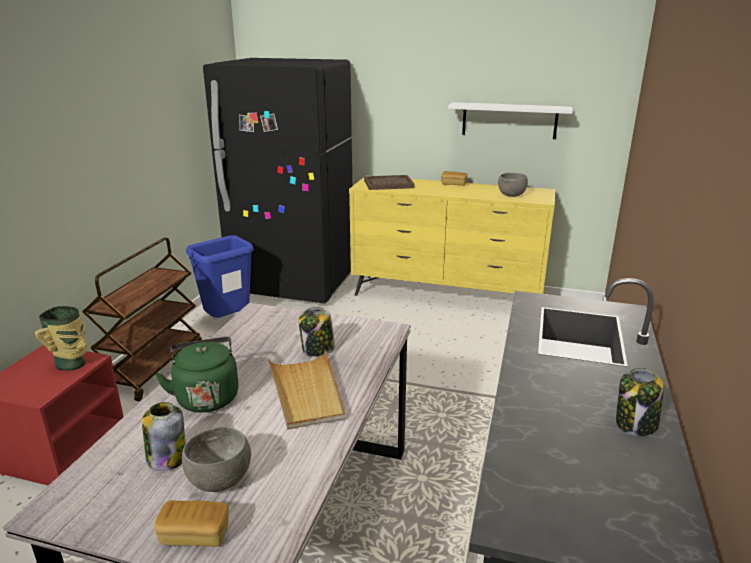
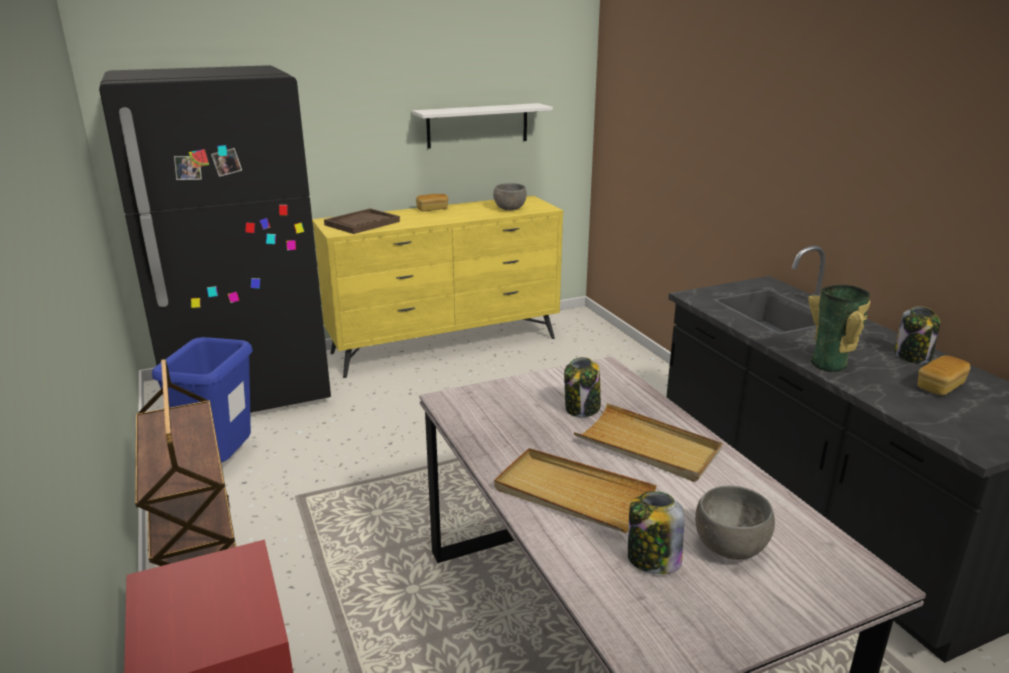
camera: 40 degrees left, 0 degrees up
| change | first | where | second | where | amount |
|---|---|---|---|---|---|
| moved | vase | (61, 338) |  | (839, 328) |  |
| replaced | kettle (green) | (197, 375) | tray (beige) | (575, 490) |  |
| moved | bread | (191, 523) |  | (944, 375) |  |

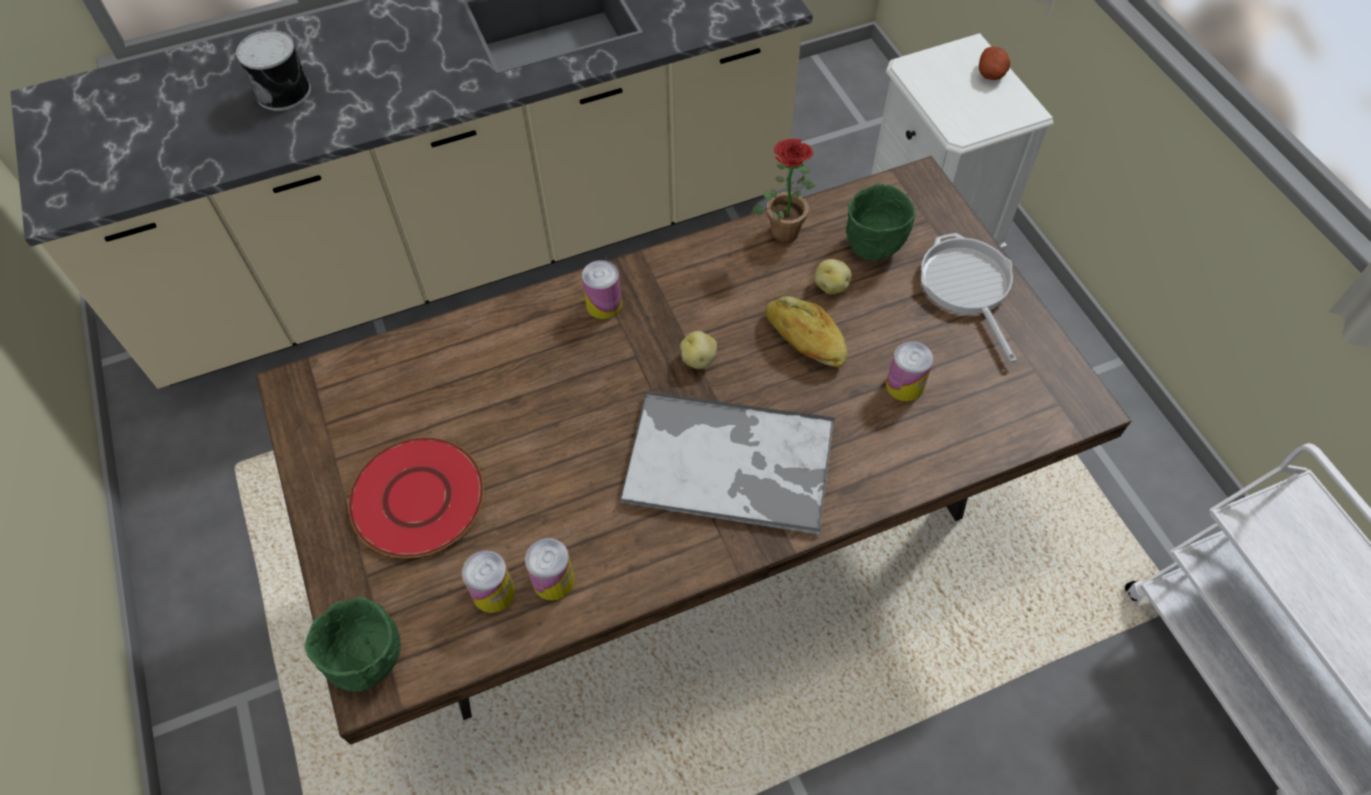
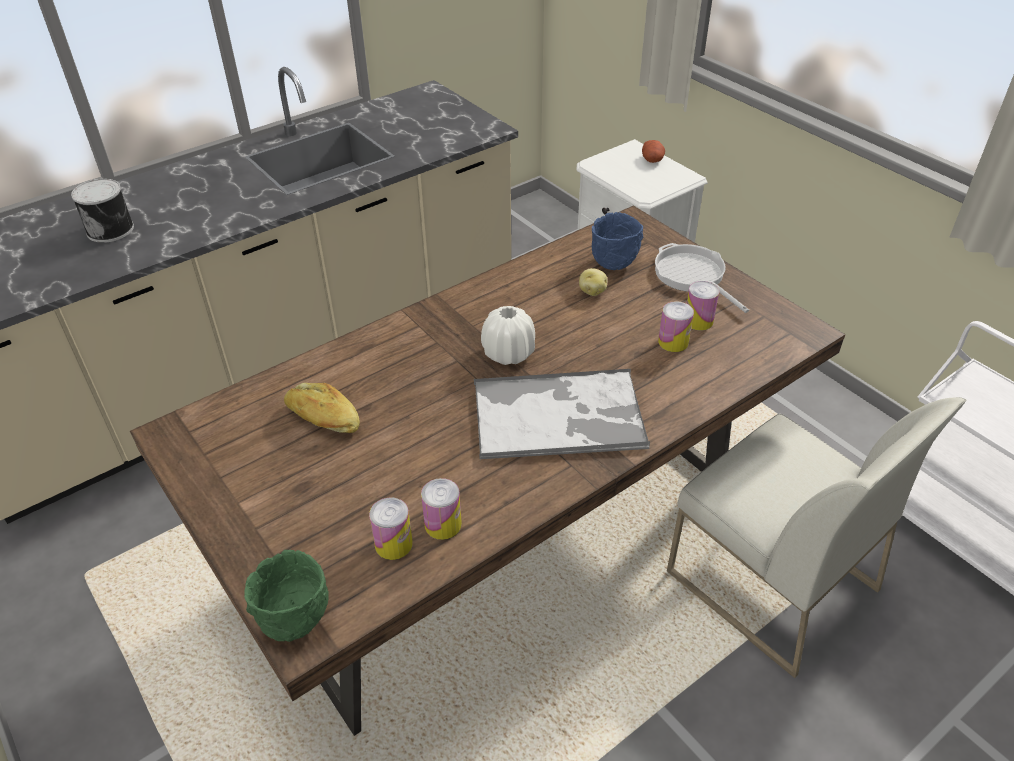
camera: 15 degrees left, 15 degrees down
| change | first | where | second | where | amount |
|---|---|---|---|---|---|
| removed | potted plant | (783, 190) |  |  |  |
| recoloured | bowl (green) | (881, 222) | bowl (blue) | (617, 241) |  |
| moved | can | (602, 289) |  | (703, 305) |  |
| moved | bread | (806, 331) |  | (322, 408) |  |
| replaced | potato | (698, 350) | vase (white) | (508, 335) |  |
| removed | plate (red) | (416, 497) |  |  |  |
| added |  |  | chair (white) | (817, 537) |  |

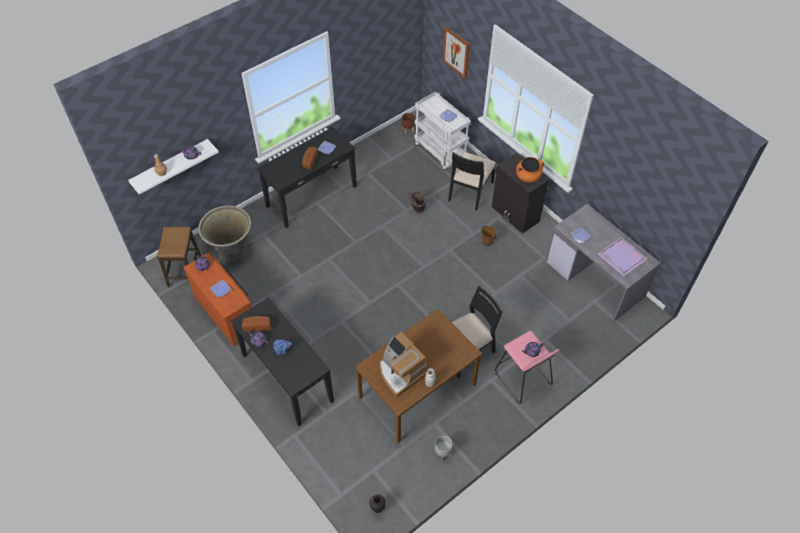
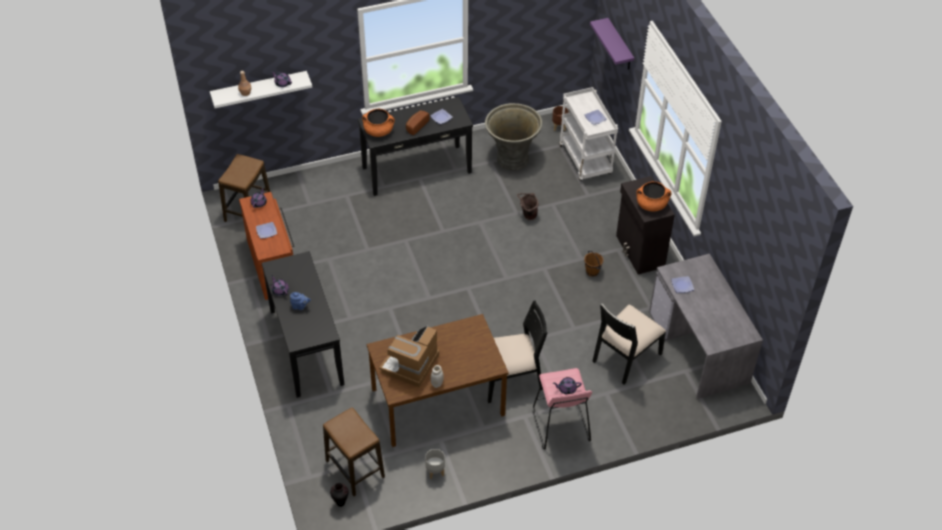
camera: 20 degrees right, 5 degrees down
| change | first | where | second | where | amount |
|---|---|---|---|---|---|
| replaced | picture | (456, 52) | shelf (purple) | (612, 44) |  |
| moved | chair (black) | (472, 181) |  | (629, 344) |  |
| moved | planter (grey) | (224, 235) |  | (513, 136) |  |
| removed | tray (purple) | (622, 256) |  |  |  |
| removed | bread | (256, 324) |  |  |  |
| turned | coffee machine | (402, 364) |  | (409, 356) | 45 degrees clockwise |
| added |  |  | cooking pot (orange) | (378, 123) |  |
| added |  |  | stool | (354, 451) |  |

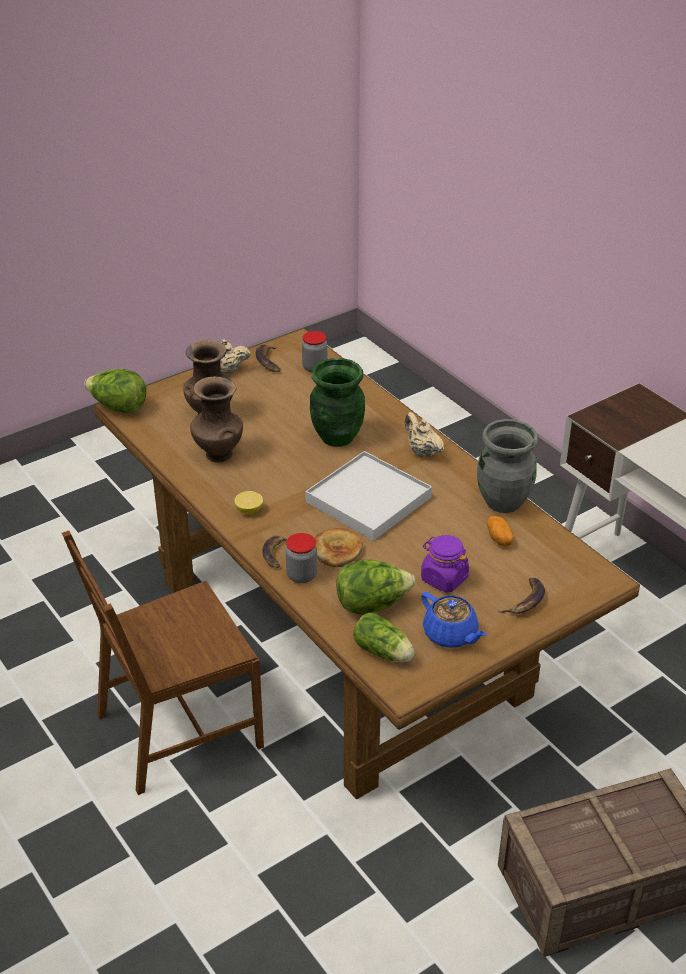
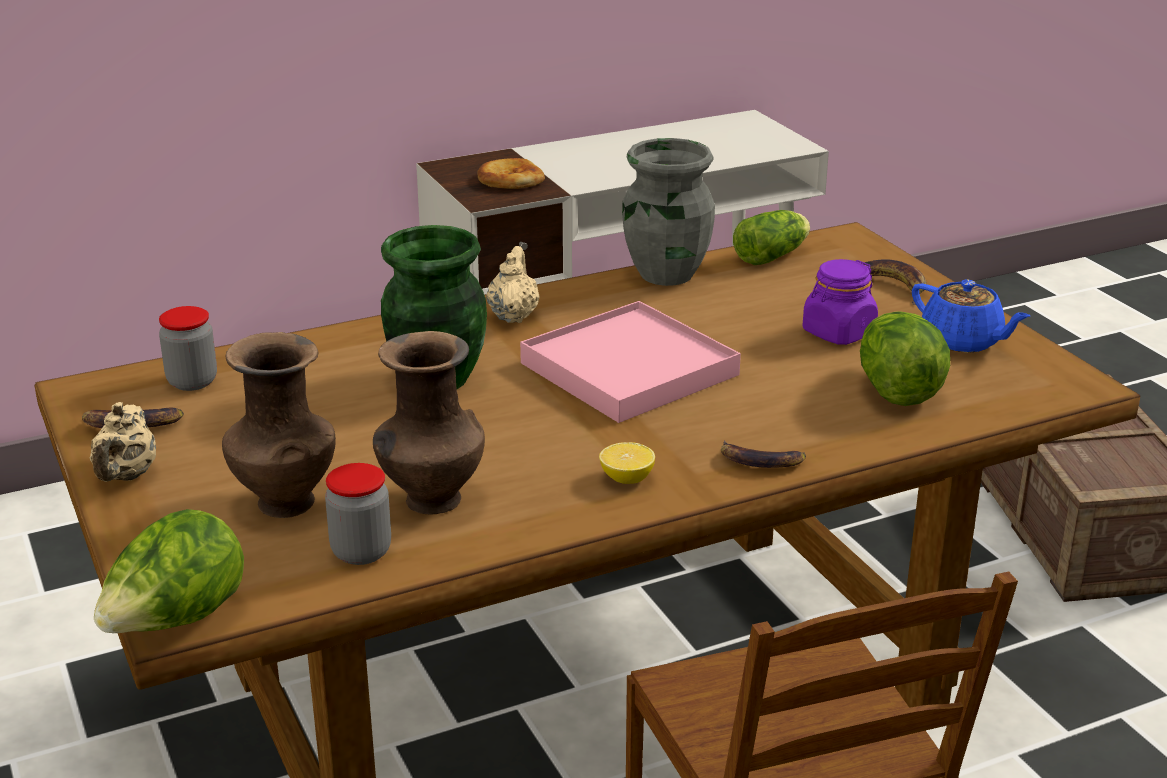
camera: 80 degrees left, 10 degrees down
| change | first | where | second | where | amount |
|---|---|---|---|---|---|
| turned | teapot (beige) | (424, 434) |  | (513, 284) | 120 degrees clockwise |
| recoloured | tray (white) | (368, 496) | tray (pink) | (630, 362) |  |
| removed | potato | (500, 531) |  |  |  |
| moved | bread | (339, 547) |  | (511, 173) |  |
| moved | jar | (301, 558) |  | (358, 514) |  |
| turned | teapot (blue) | (453, 620) |  | (971, 316) | 75 degrees clockwise |
| moved | lettuce | (384, 638) |  | (771, 237) |  |

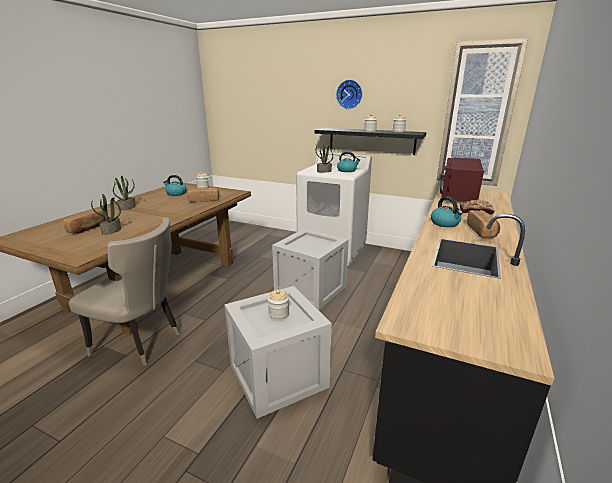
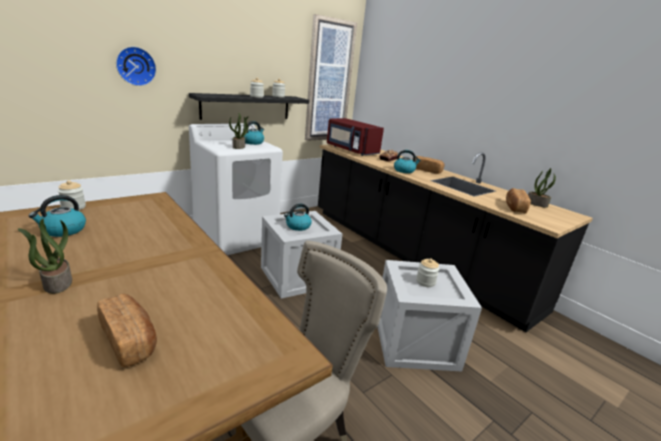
camera: 65 degrees left, 0 degrees up
| change | first | where | second | where | amount |
|---|---|---|---|---|---|
| moved | wall clock | (349, 94) |  | (136, 66) |  |
| moved | bread | (203, 195) |  | (518, 201) |  |
| moved | potted plant | (106, 214) |  | (542, 188) |  |
| added |  |  | kettle | (298, 217) |  |

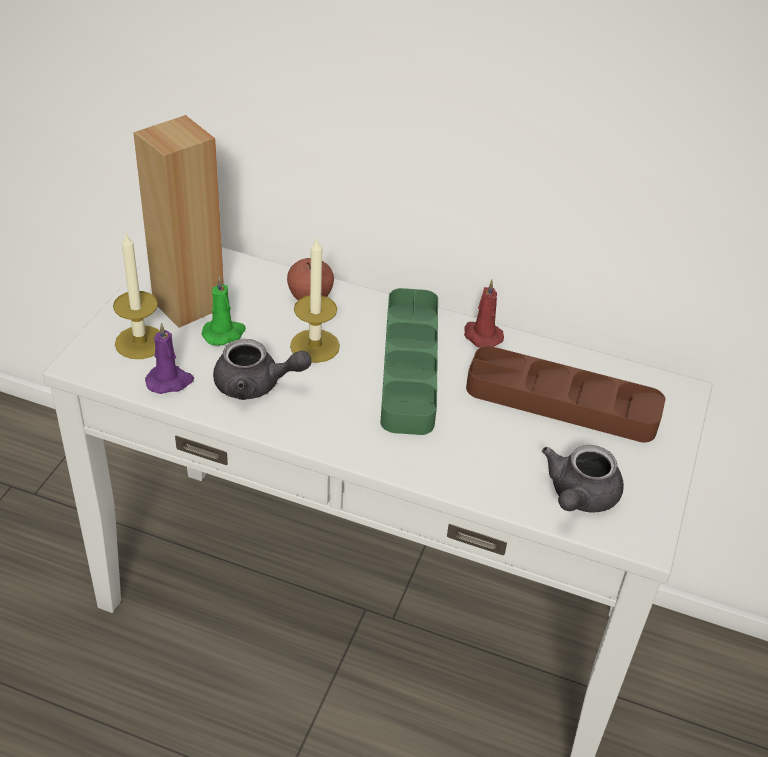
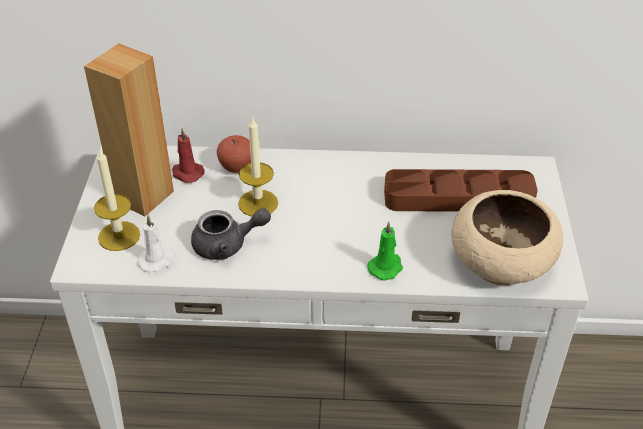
camera: 15 degrees left, 0 degrees up
| change | first | where | second | where | amount |
|---|---|---|---|---|---|
| moved | candle (green) | (223, 311) |  | (385, 251) |  |
| moved | candle (red) | (484, 314) |  | (188, 155) |  |
| removed | tray (green) | (409, 361) |  |  |  |
| recoloured | candle (purple) | (169, 358) | candle (white) | (157, 243) |  |
| replaced | teapot (grey) | (583, 479) | bowl (beige) | (507, 238) |  |

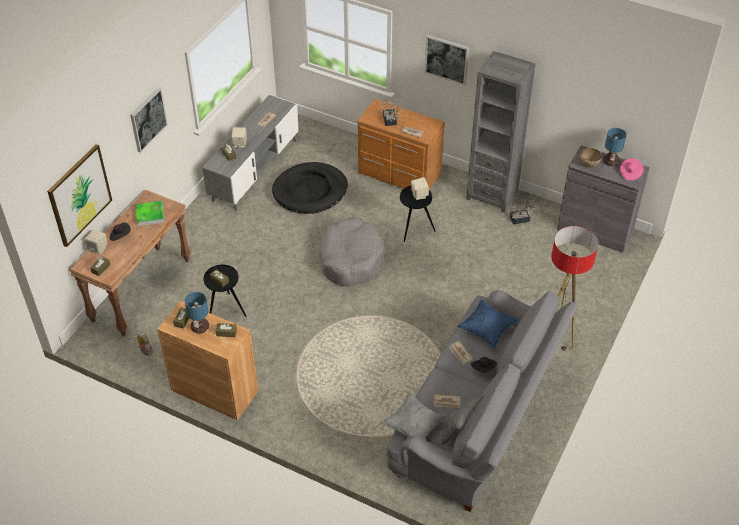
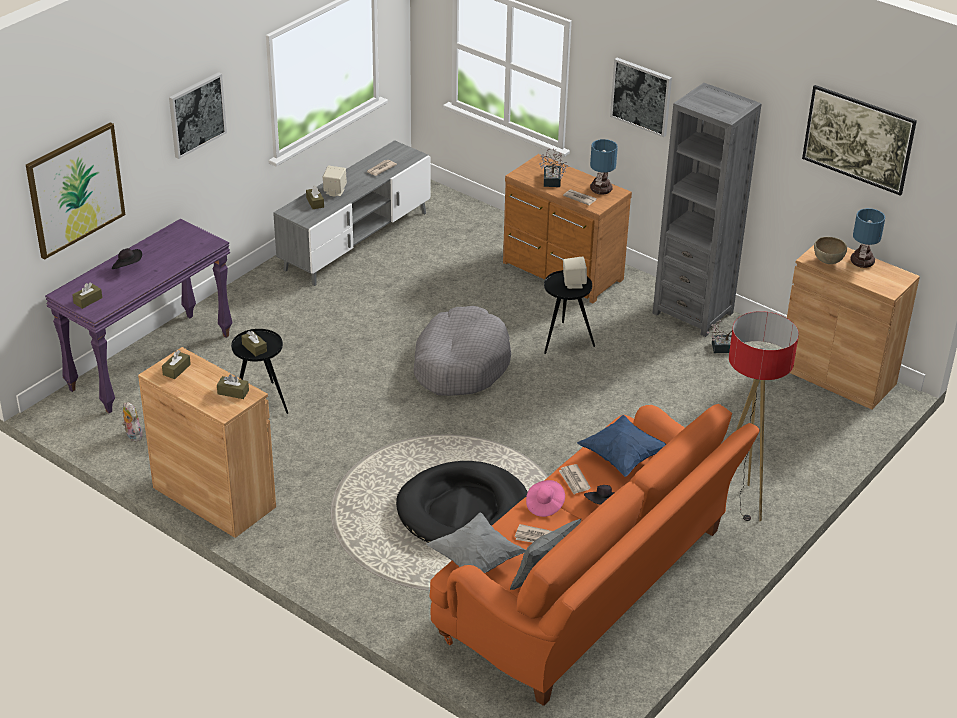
camera: 10 degrees right, 10 degrees down
| change | first | where | second | where | amount |
|---|---|---|---|---|---|
| recoloured | cabinet (grey) | (603, 199) | cabinet (brown) | (851, 327) |  |
| moved | hat (pink) | (632, 169) |  | (545, 498) |  |
| moved | dog bed (black) | (310, 188) |  | (462, 502) |  |
| recoloured | console table (brown) | (130, 263) | console table (purple) | (139, 316) |  |
| removed | tray | (150, 213) |  |  |  |
| removed | speaker (beige) | (96, 242) |  |  |  |
| recoloured | sofa (grey) | (482, 401) | sofa (orange) | (594, 555) |  |
| moved | table lamp | (197, 312) |  | (604, 167) |  |
| added |  |  | picture | (859, 140) |  |

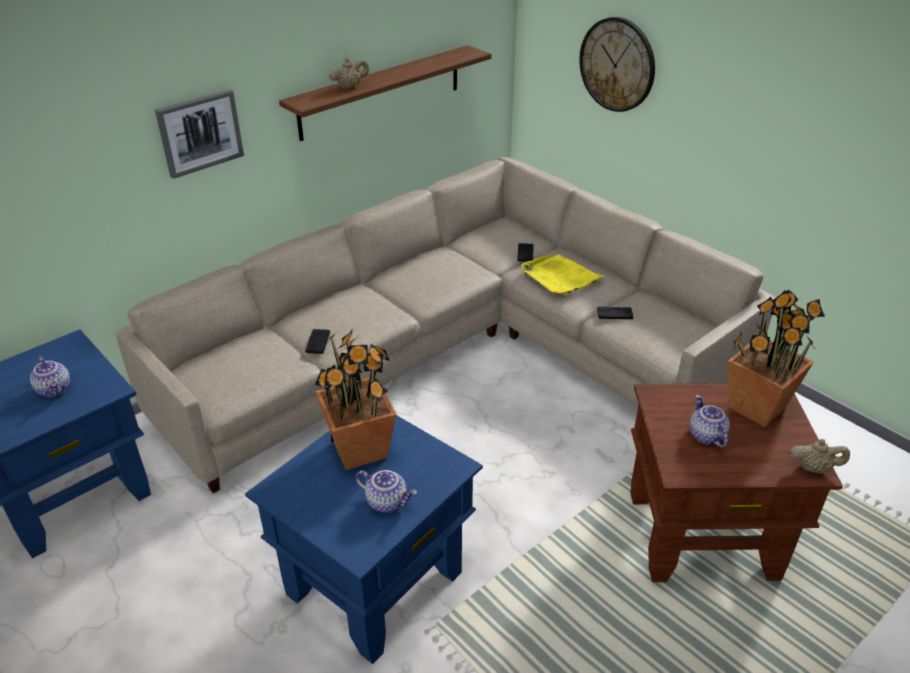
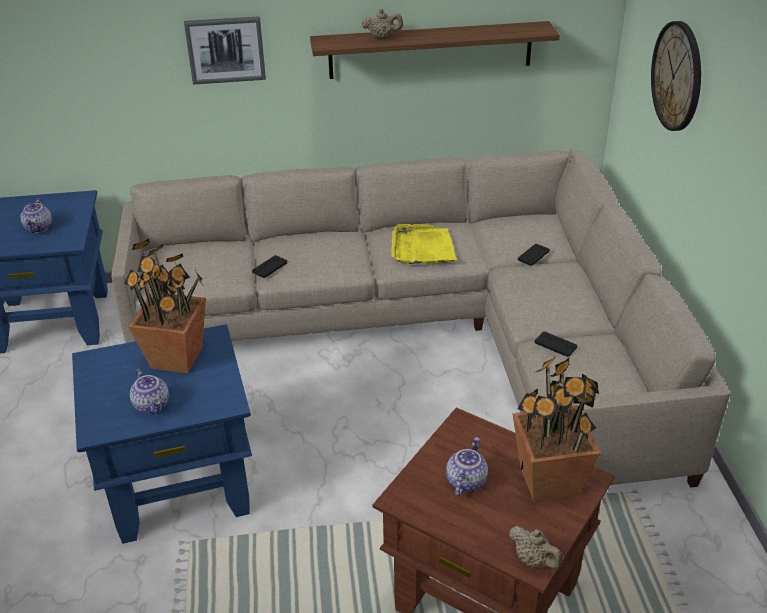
camera: 35 degrees right, 0 degrees up
| change | first | where | second | where | amount |
|---|---|---|---|---|---|
| moved | tray (yellow) | (562, 275) |  | (424, 244) |  |

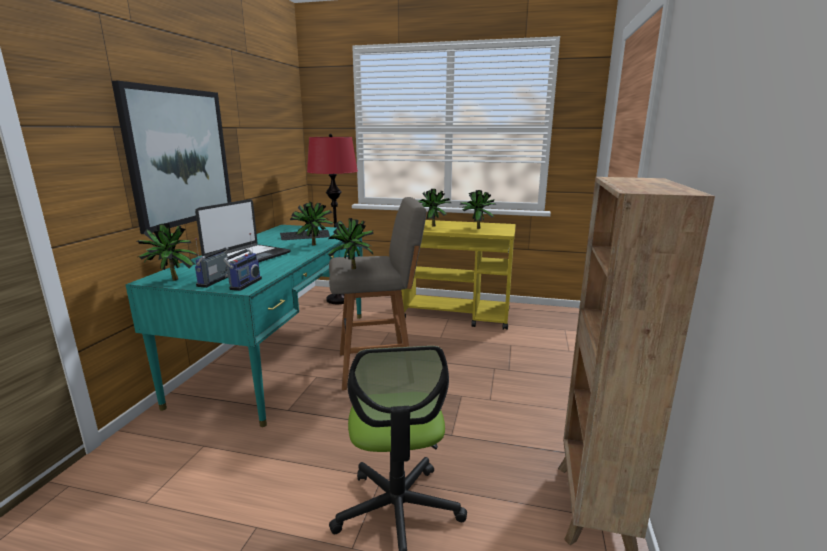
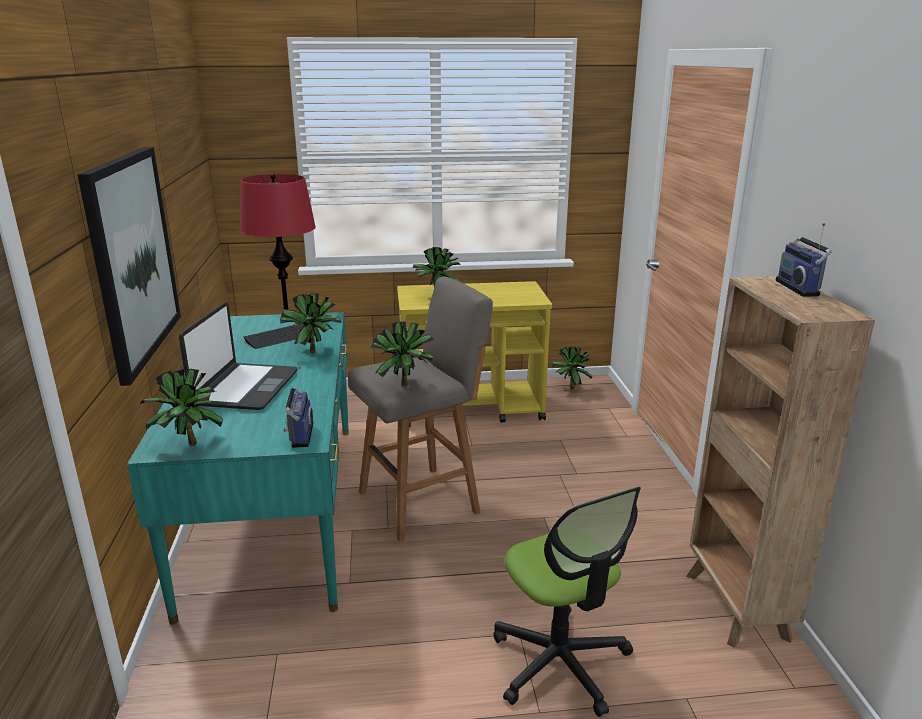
camera: 20 degrees left, 5 degrees up
| change | first | where | second | where | amount |
|---|---|---|---|---|---|
| moved | potted plant | (478, 209) |  | (571, 368) |  |
| moved | radio | (212, 263) |  | (803, 260) |  |

